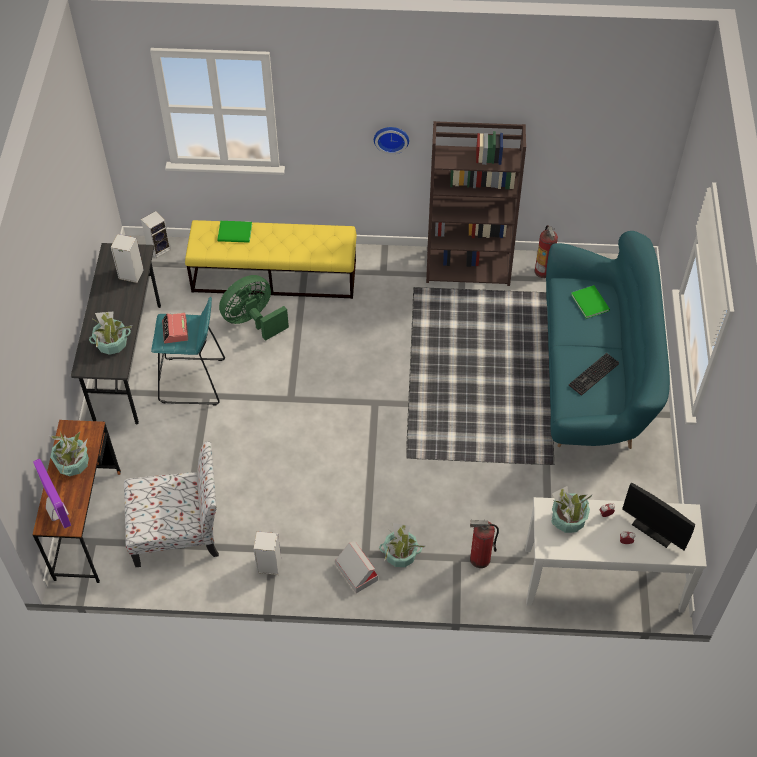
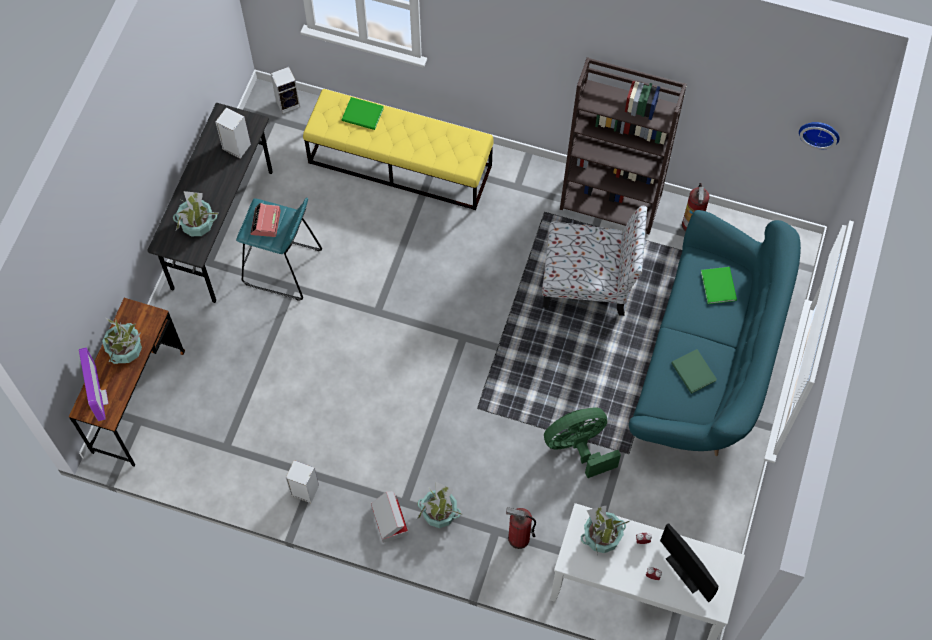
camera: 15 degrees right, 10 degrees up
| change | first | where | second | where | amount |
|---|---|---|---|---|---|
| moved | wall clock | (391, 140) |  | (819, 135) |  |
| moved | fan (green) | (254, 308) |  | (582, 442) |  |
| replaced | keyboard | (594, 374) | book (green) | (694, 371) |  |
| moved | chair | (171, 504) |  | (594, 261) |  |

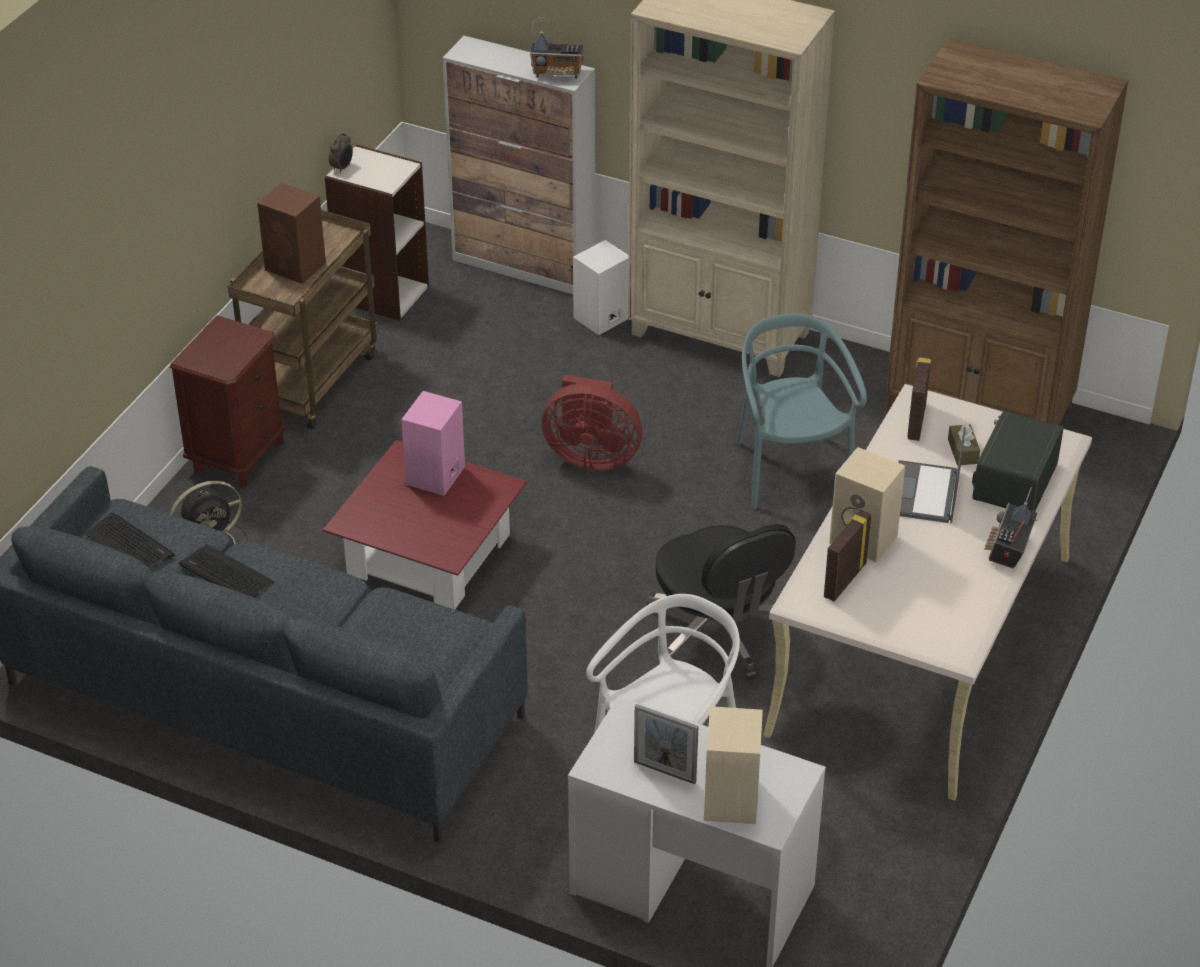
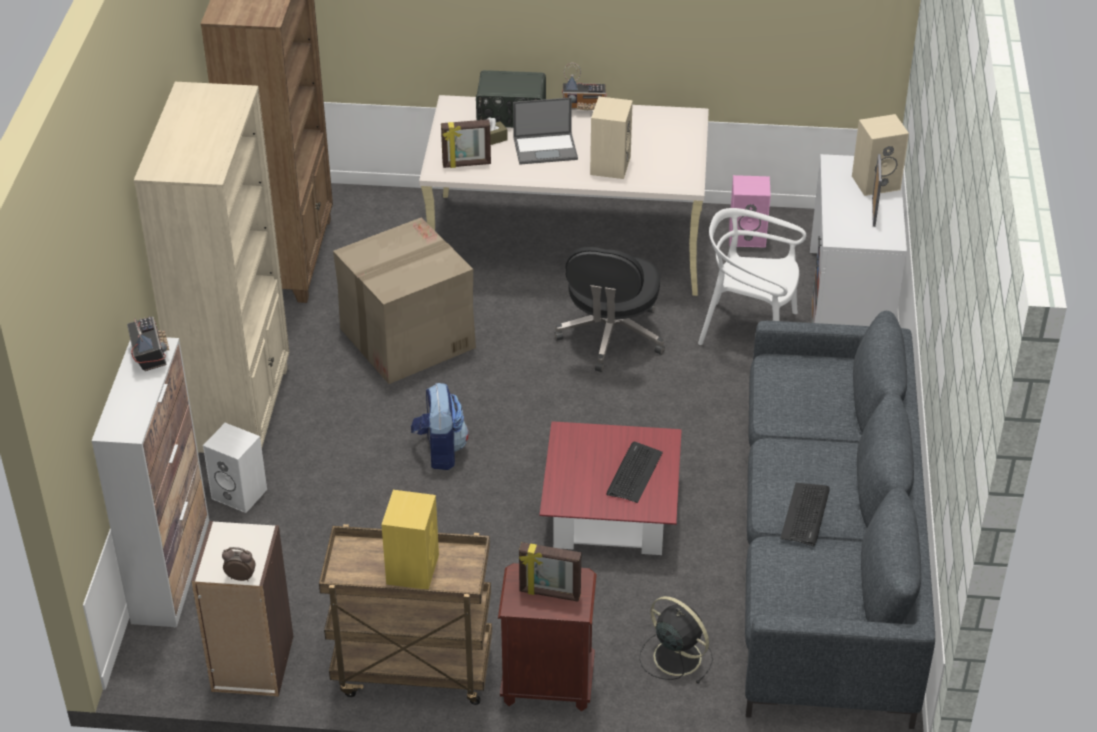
camera: 110 degrees left, 0 degrees up
| change | first | where | second | where | amount |
|---|---|---|---|---|---|
| recoloured | speaker (brown) | (291, 233) | speaker (yellow) | (410, 539) |  |
| replaced | chair (turquoise) | (801, 411) | cardboard box | (404, 300) |  |
| replaced | fan (red) | (592, 423) | backpack | (440, 426) |  |
| moved | speaker (pink) | (433, 443) |  | (750, 211) |  |
| moved | picture frame | (847, 556) |  | (550, 571) |  |
| moved | keyboard | (130, 541) |  | (634, 472) |  |
| turned | office chair (black) | (721, 602) |  | (610, 309) | 150 degrees clockwise |

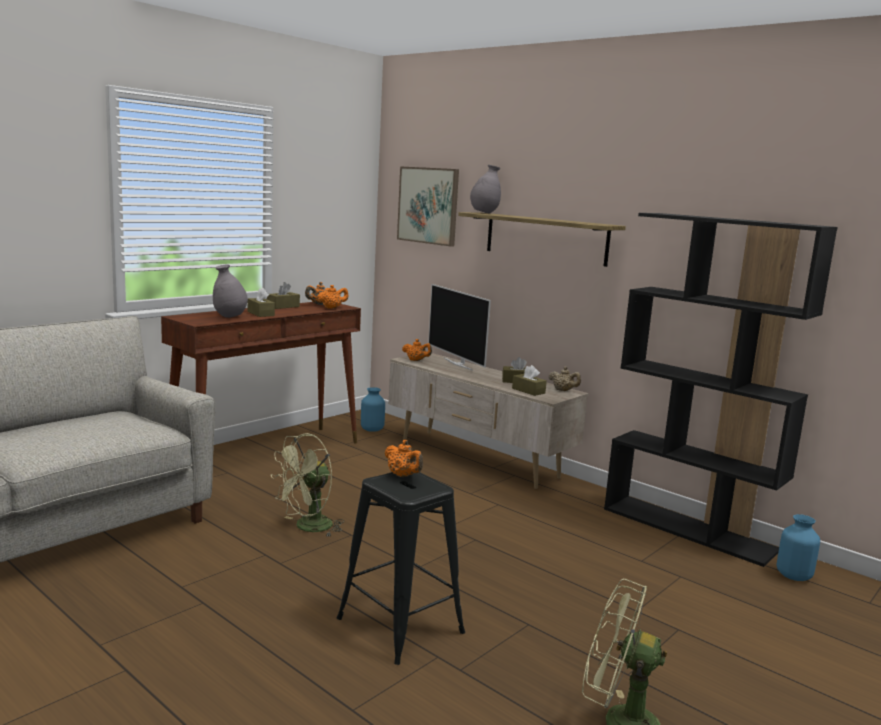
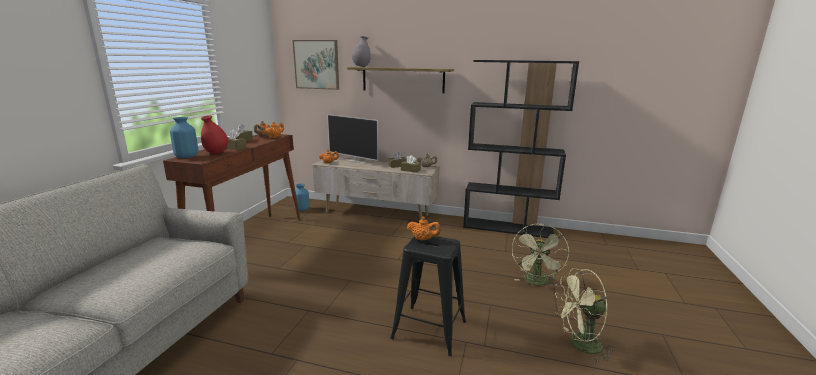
camera: 25 degrees left, 5 degrees up
| change | first | where | second | where | amount |
|---|---|---|---|---|---|
| recoloured | vase (grey) | (230, 291) | vase (red) | (214, 135) |  |
| moved | fan (green) | (307, 485) |  | (540, 255) |  |
| moved | vase (blue) | (798, 547) |  | (184, 137) |  |

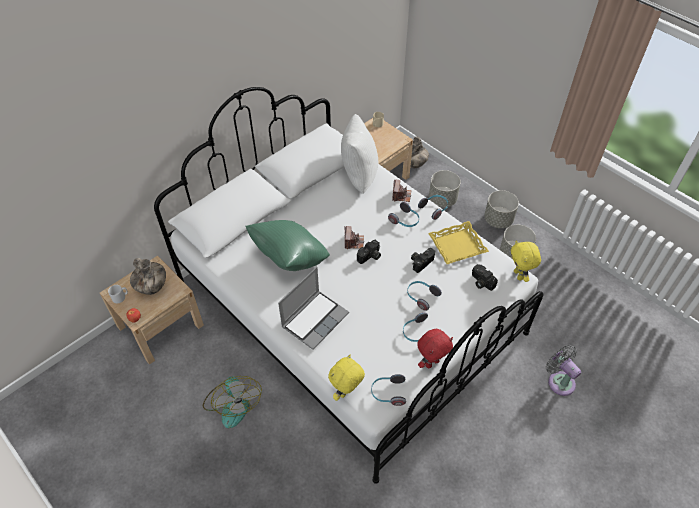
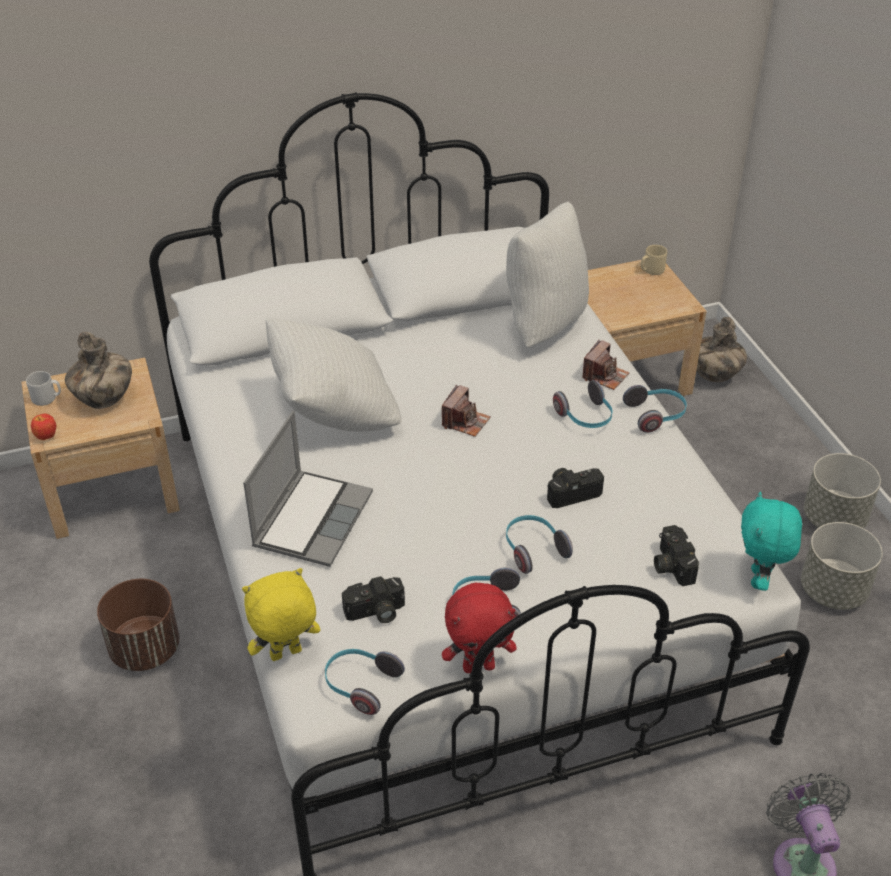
camera: 25 degrees right, 10 degrees down
| change | first | where | second | where | amount |
|---|---|---|---|---|---|
| removed | planter (grey) | (445, 188) |  |  |  |
| recoloured | pillow (green) | (288, 245) | pillow (white) | (334, 375) |  |
| removed | tray (yellow) | (458, 242) |  |  |  |
| moved | photo camera | (369, 252) |  | (373, 599) |  |
| recoloured | plush toy (yellow) | (526, 261) | plush toy (turquoise) | (771, 541) |  |
| turned | laptop | (313, 308) |  | (308, 489) | 45 degrees counterclockwise |
| replaced | fan | (232, 402) | planter (brown) | (138, 625) |  |

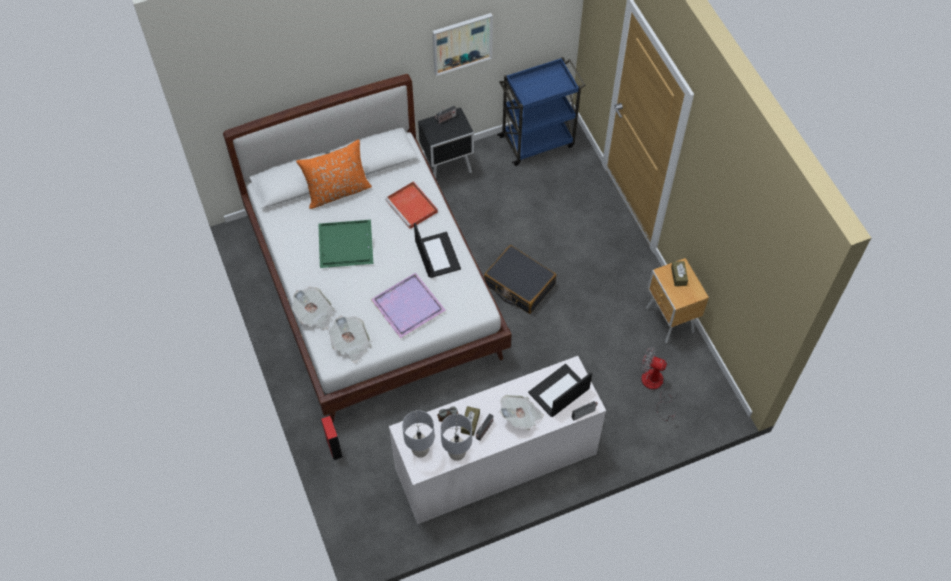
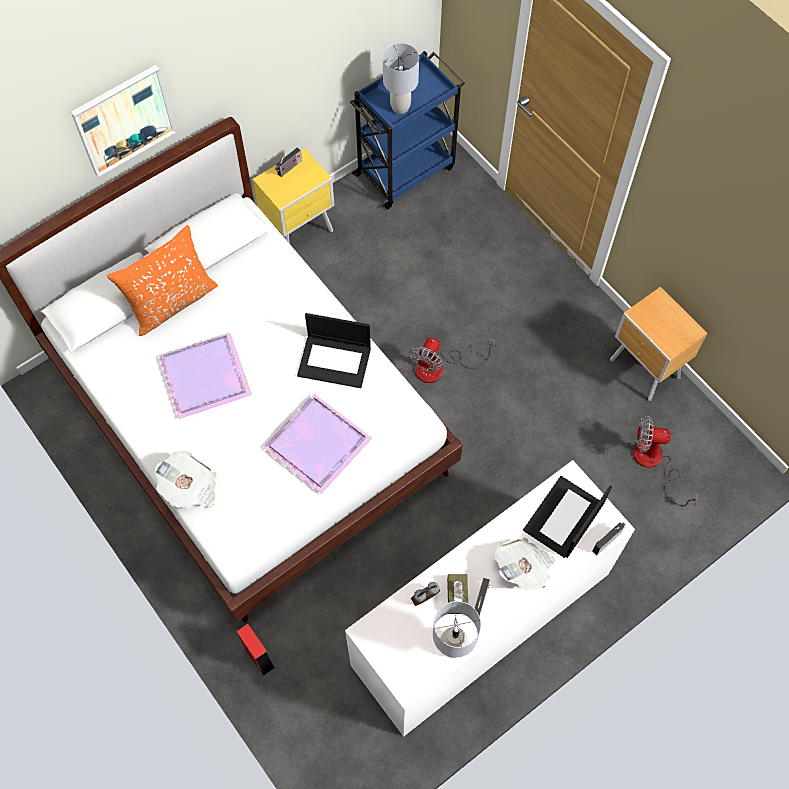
camera: 15 degrees left, 5 degrees up
| change | first | where | second | where | amount |
|---|---|---|---|---|---|
| moved | picture | (463, 44) |  | (124, 121) |  |
| recoloured | nightstand (black) | (446, 143) | nightstand (yellow) | (294, 196) |  |
| removed | tray (red) | (411, 205) |  |  |  |
| recoloured | tray (green) | (345, 244) | tray (purple) | (205, 376) |  |
| turned | laptop | (437, 250) |  | (334, 350) | 135 degrees clockwise |
| replaced | suitcase (black) | (520, 279) | fan | (452, 360) |  |
| removed | tissue box (brown) | (679, 273) |  |  |  |
| removed | newspaper | (350, 339) |  |  |  |
| moved | table lamp (grey) | (418, 434) |  | (401, 78) |  |

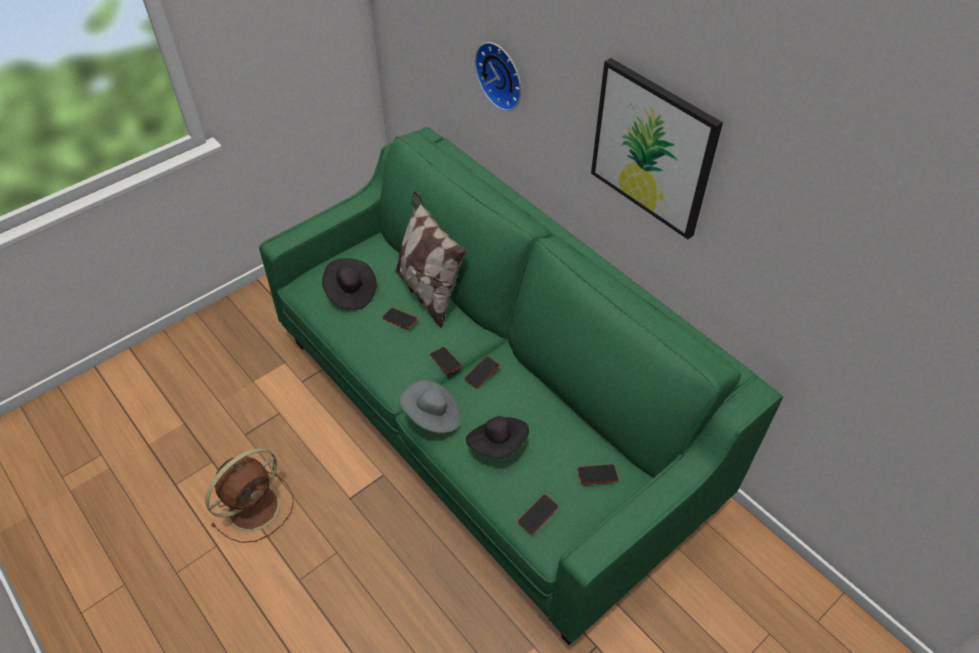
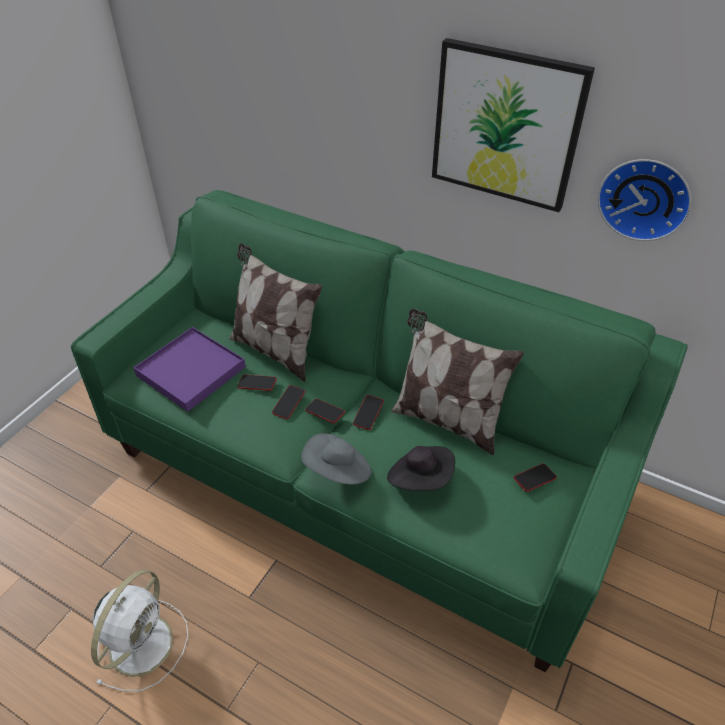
camera: 20 degrees left, 5 degrees down
| change | first | where | second | where | amount |
|---|---|---|---|---|---|
| moved | wall clock | (498, 76) |  | (644, 200) |  |
| replaced | hat (black) | (349, 284) | tray (purple) | (189, 369) |  |
| recoloured | fan (brown) | (249, 495) | fan (white) | (139, 630) |  |
| moved | phone | (538, 514) |  | (288, 402) |  |
| added |  |  | pillow | (457, 381) |  |

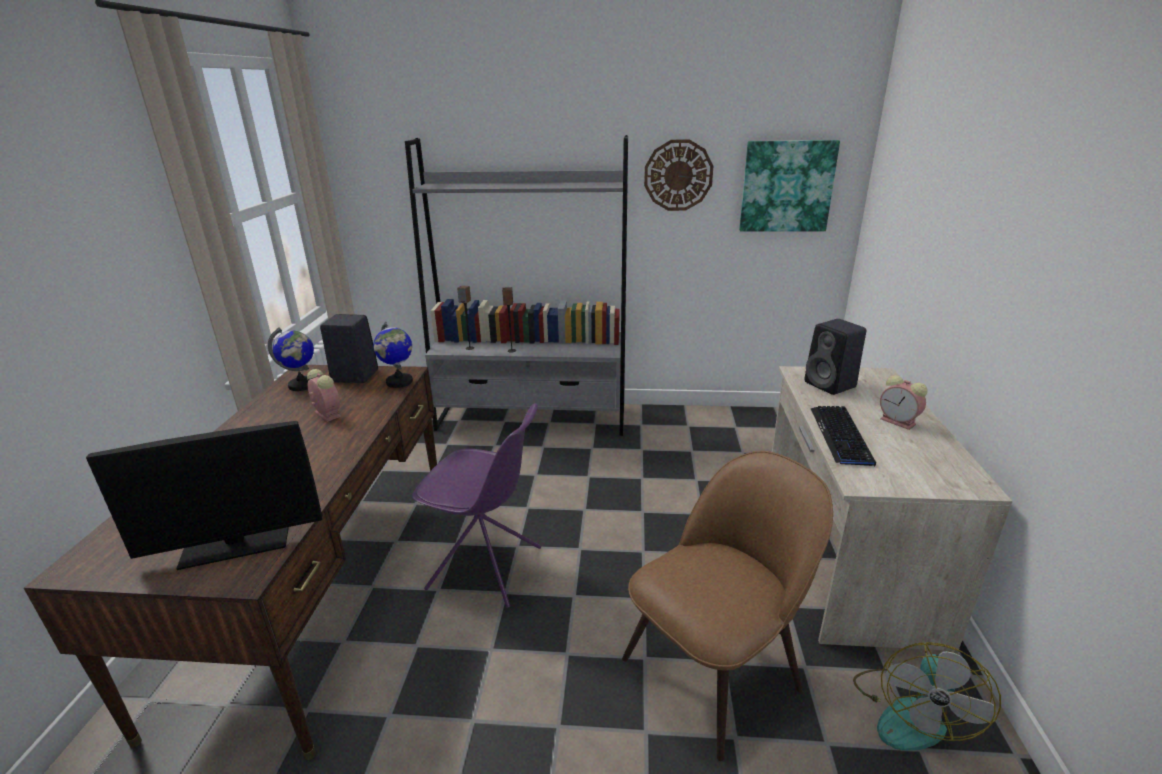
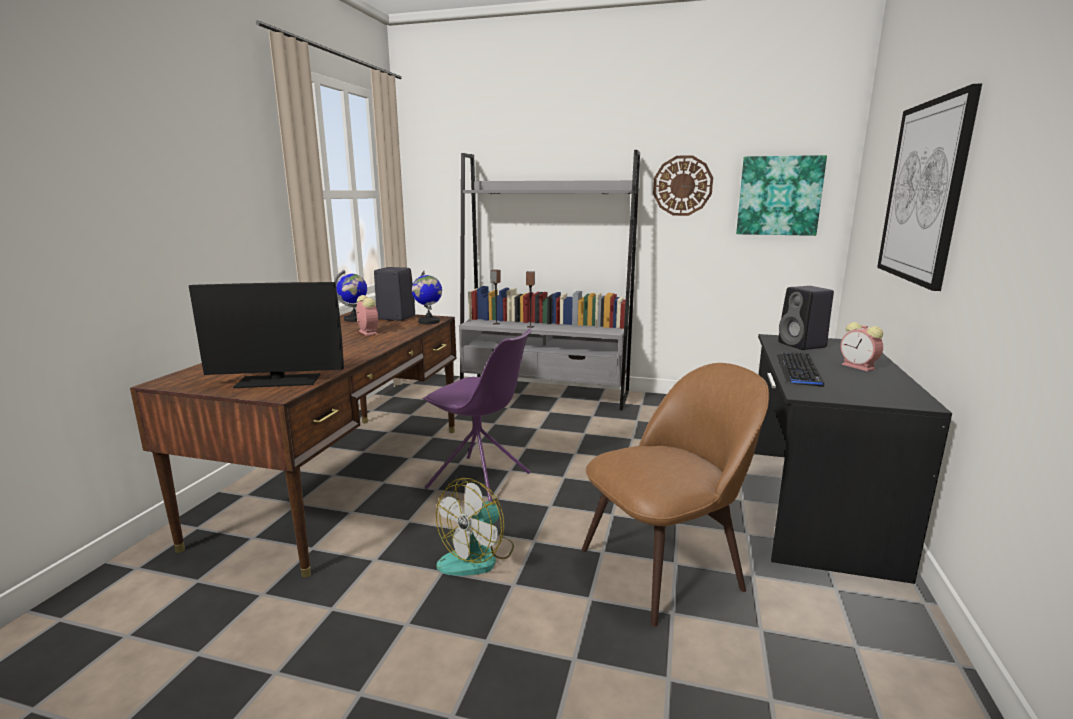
camera: 10 degrees right, 10 degrees down
| change | first | where | second | where | amount |
|---|---|---|---|---|---|
| recoloured | desk (beige) | (892, 508) | desk (black) | (853, 459) |  |
| moved | fan | (927, 696) |  | (475, 527) |  |
| added |  |  | picture | (929, 187) |  |

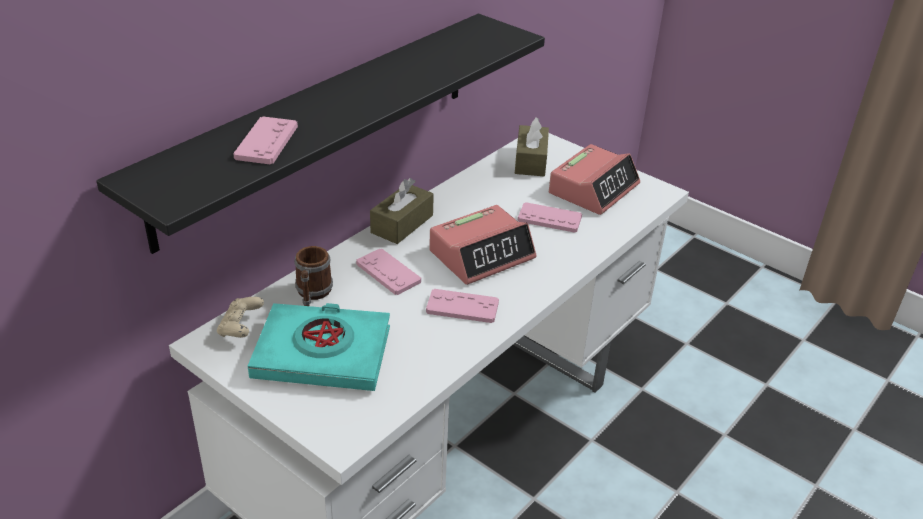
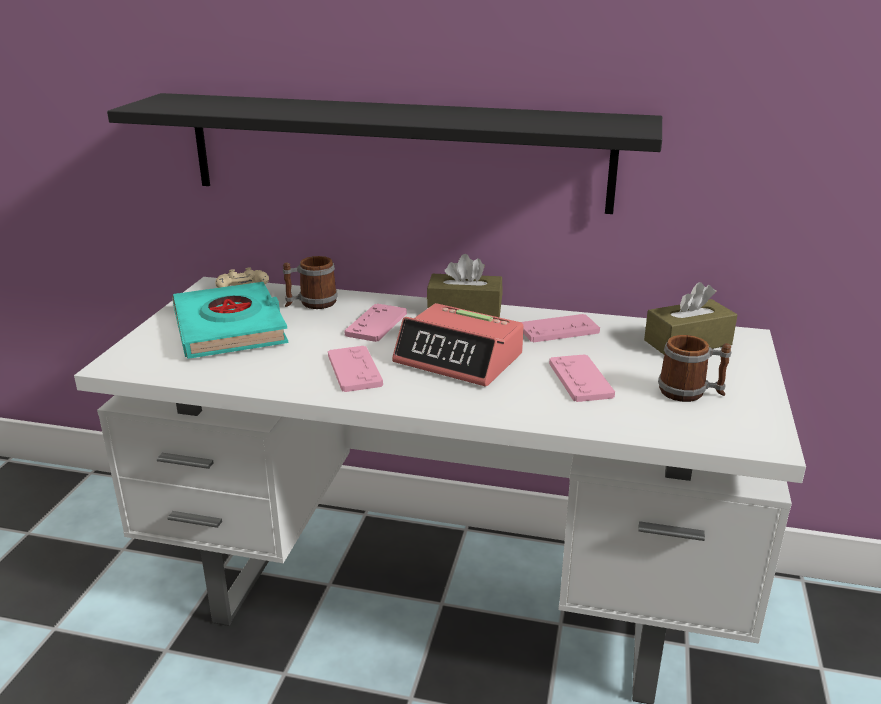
camera: 65 degrees right, 10 degrees down
| change | first | where | second | where | amount |
|---|---|---|---|---|---|
| moved | game controller (pink) | (265, 141) |  | (560, 328) |  |
| replaced | alarm clock | (594, 179) | mug | (694, 368) |  |

